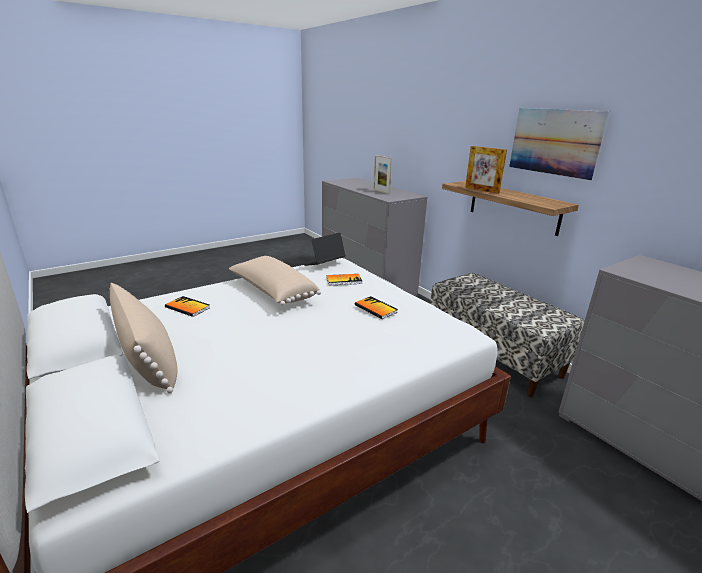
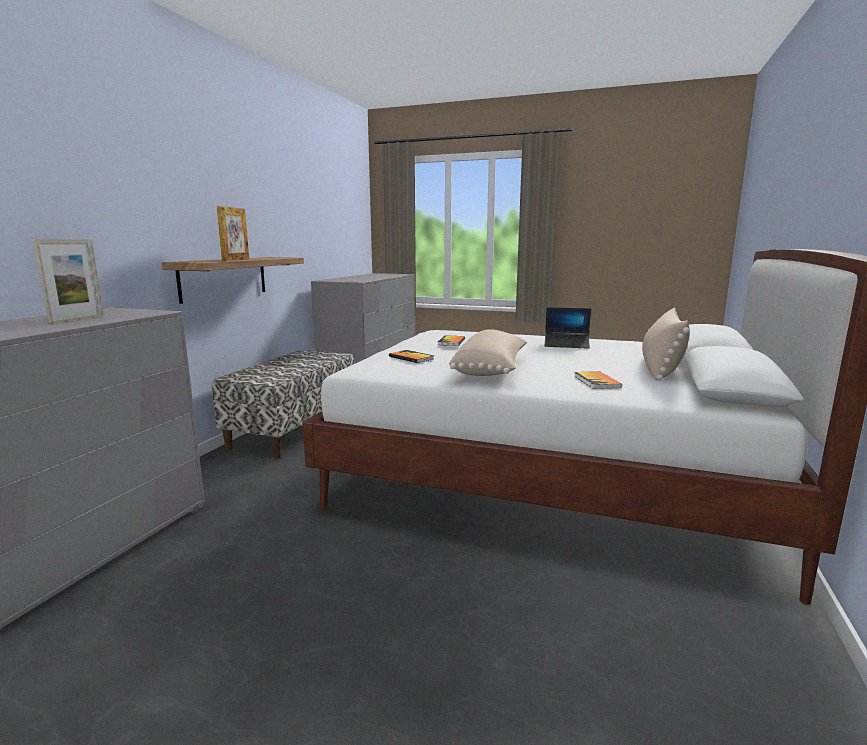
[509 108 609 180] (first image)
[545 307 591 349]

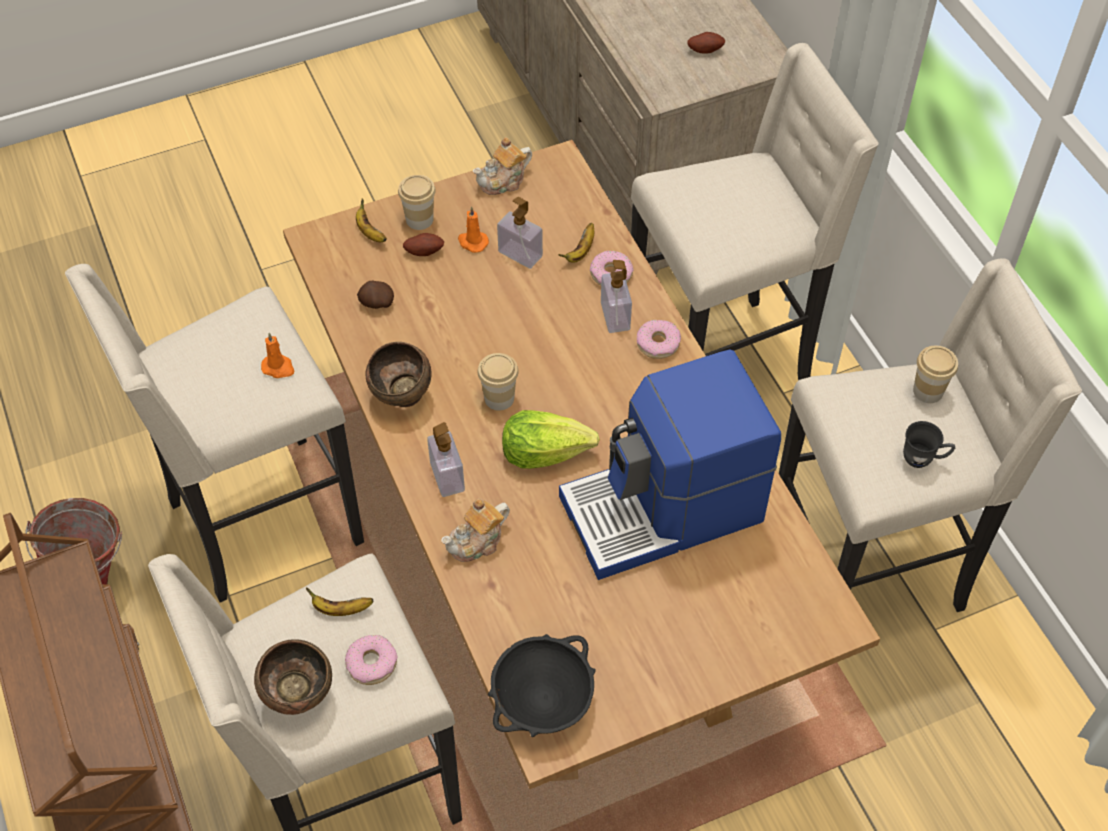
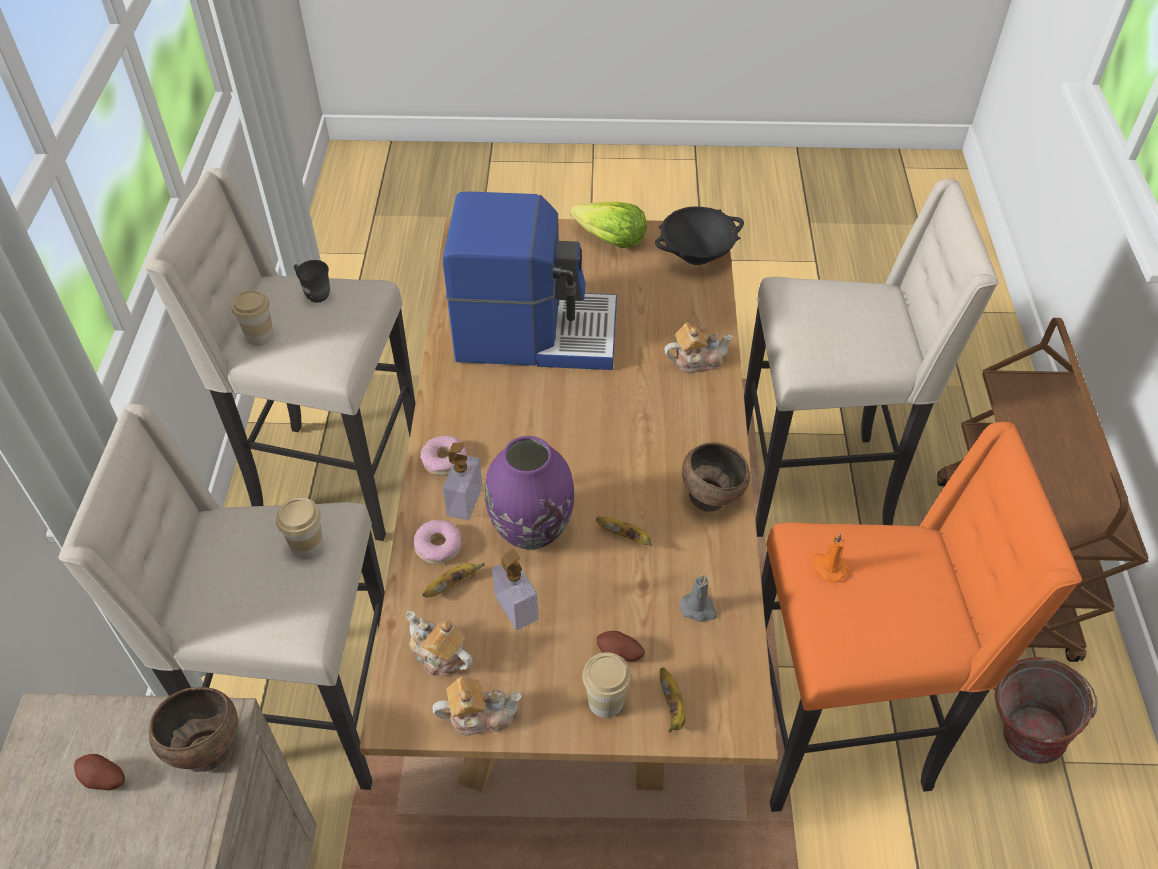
[345 635 397 685] (first image)
[427 422 465 497] (first image)
[458 206 489 253] (first image)
[406 611 473 676]
[485 436 574 550]
[149 687 238 772]
[596 516 652 546]
[276 498 324 559]
[570 202 647 248]
[679 574 717 622]
[761 422 1082 812]

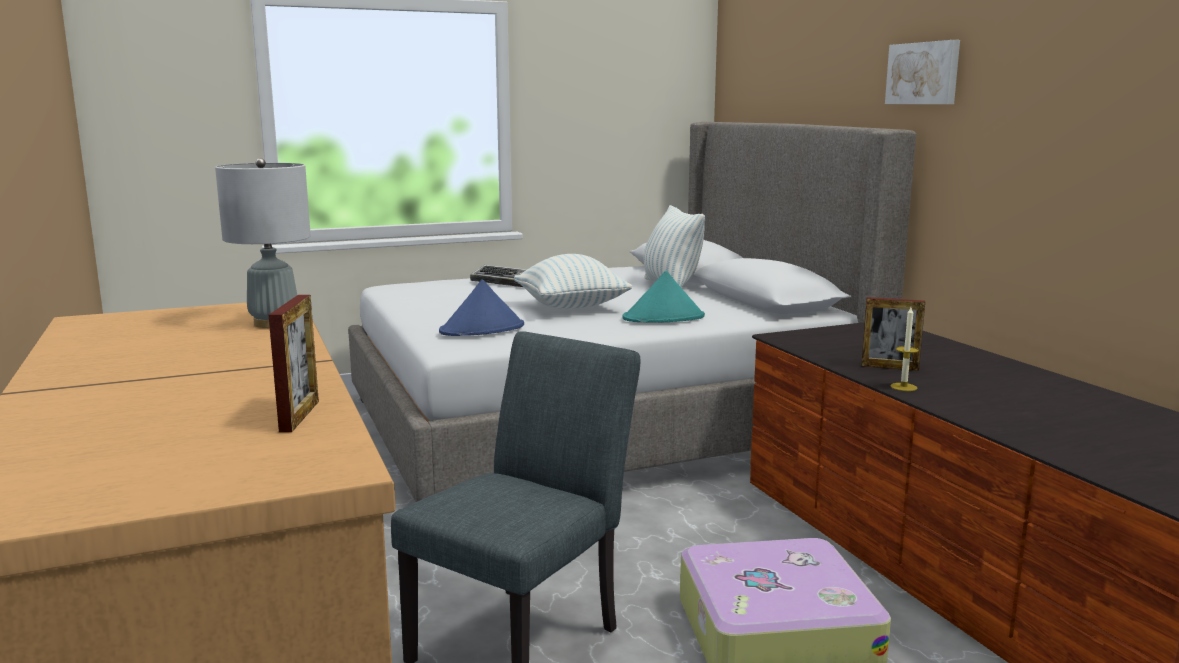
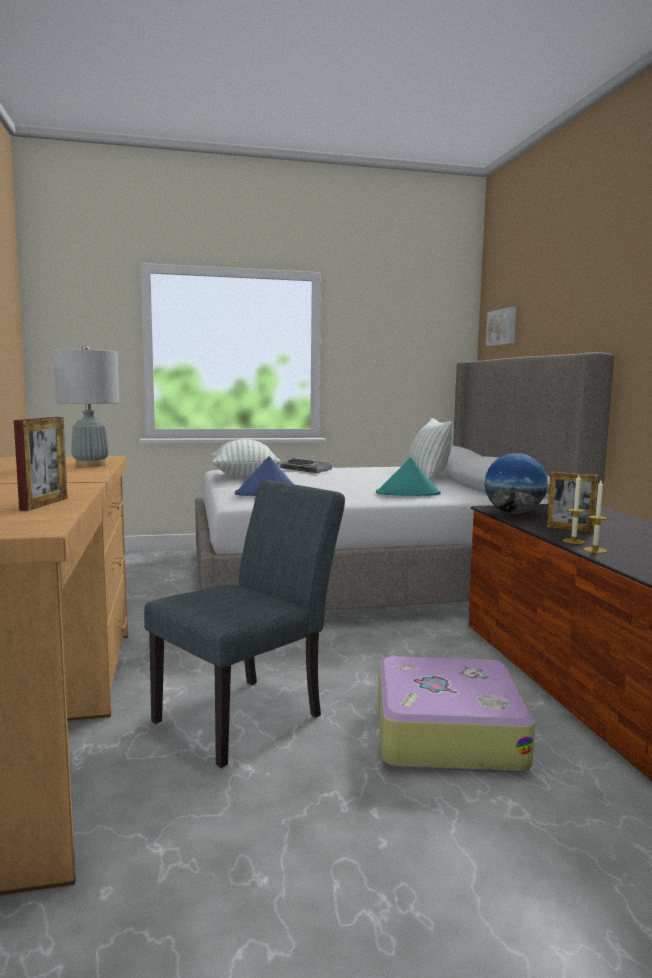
[484 453 548 514]
[583 480 608 553]
[210 439 281 477]
[486 307 516 346]

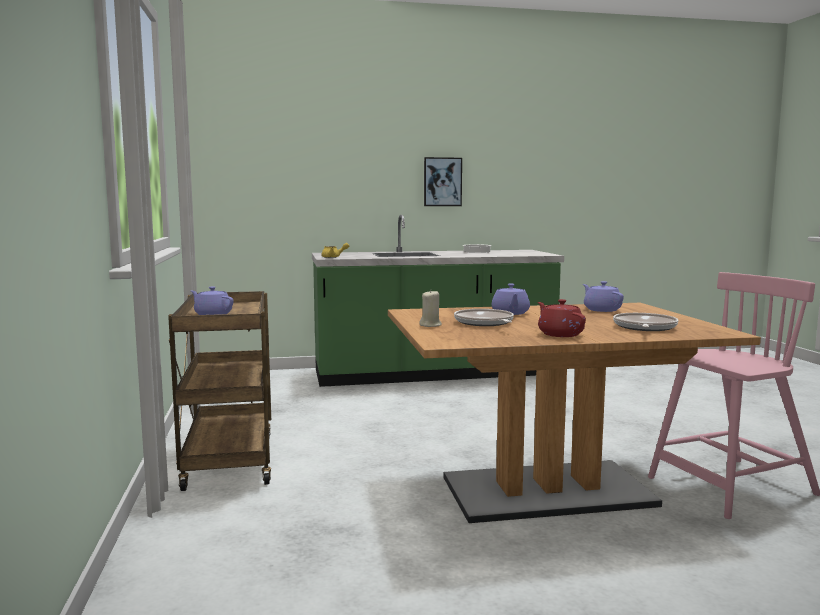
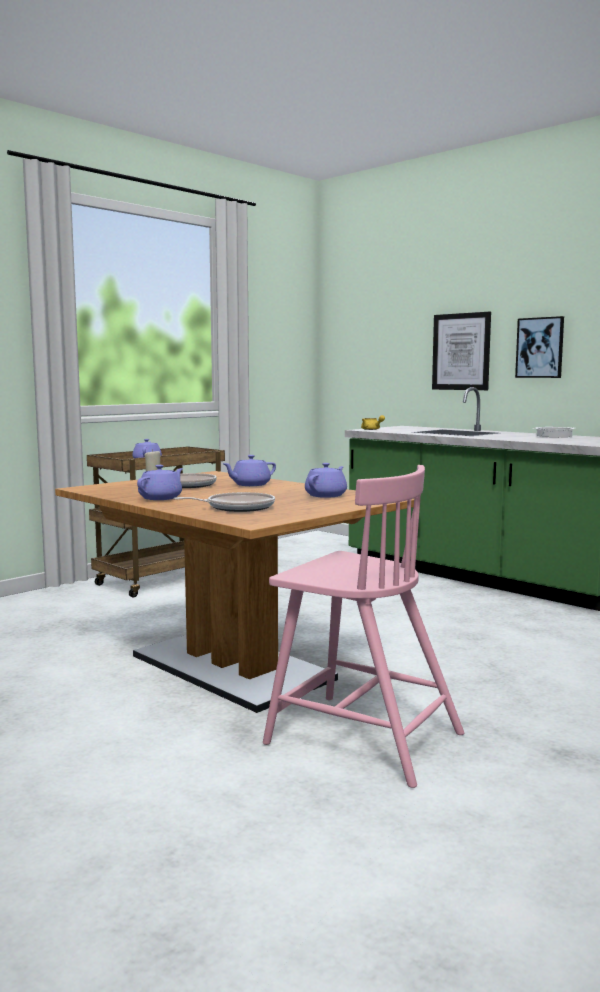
[432 312 491 390]
[137 465 183 500]

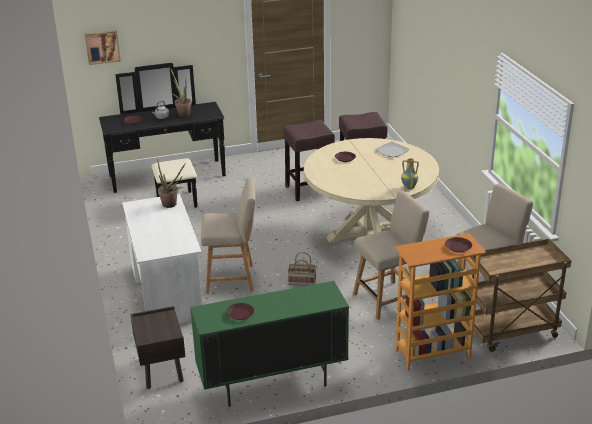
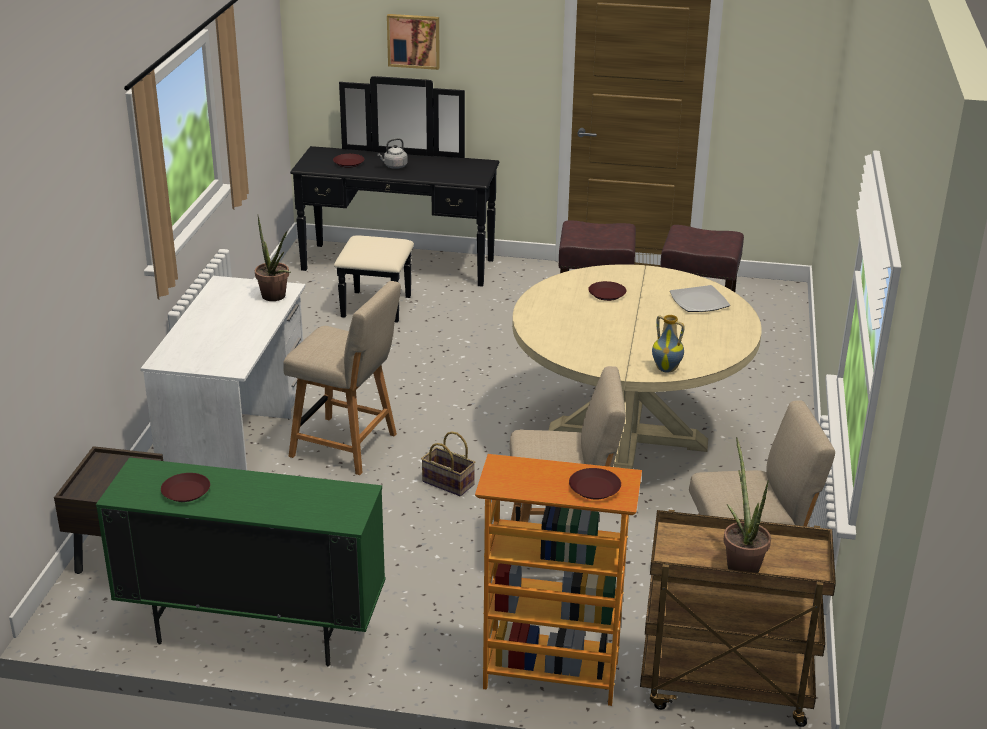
[387 14 440 70]
[723 437 771 573]

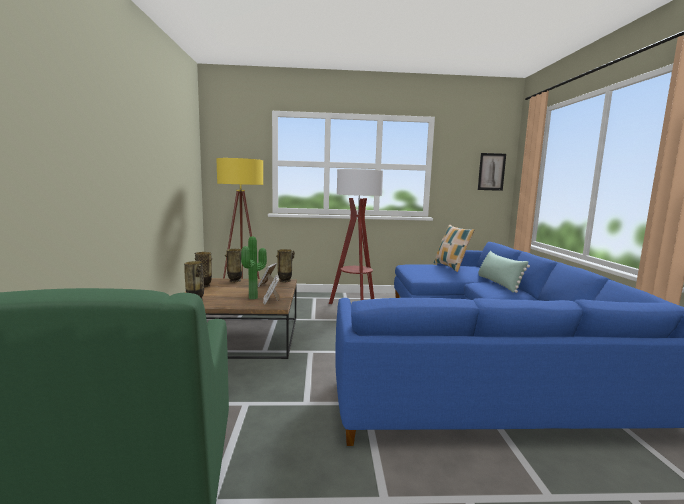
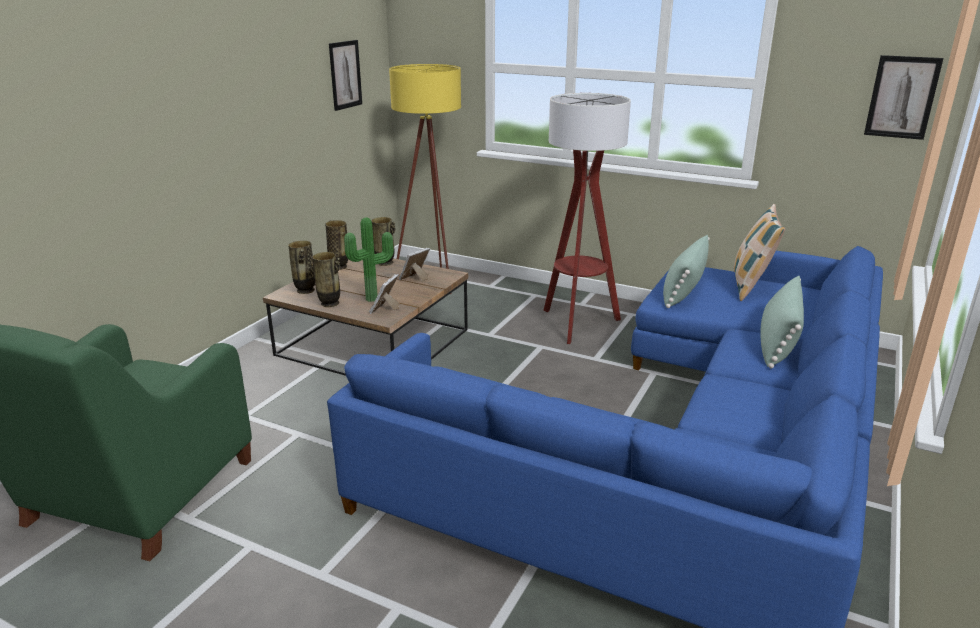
[329 40 362 111]
[663 235 710 308]
[311 252 340 307]

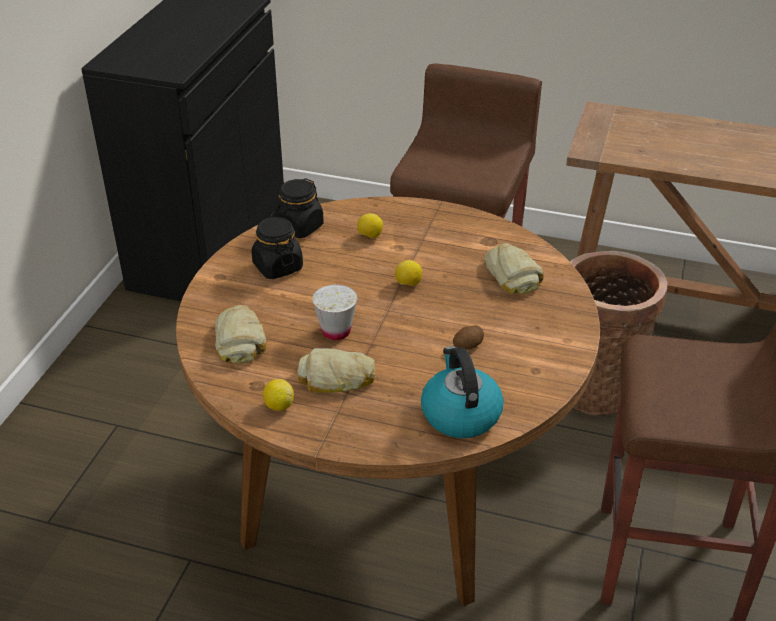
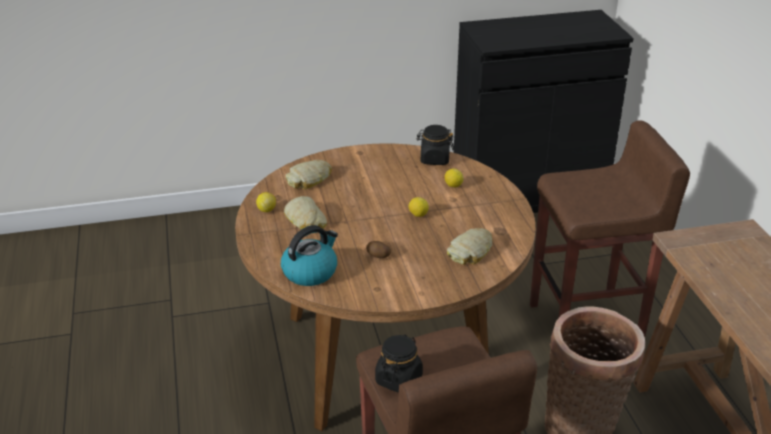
[312 285 358 340] (first image)
[375 334 423 393]

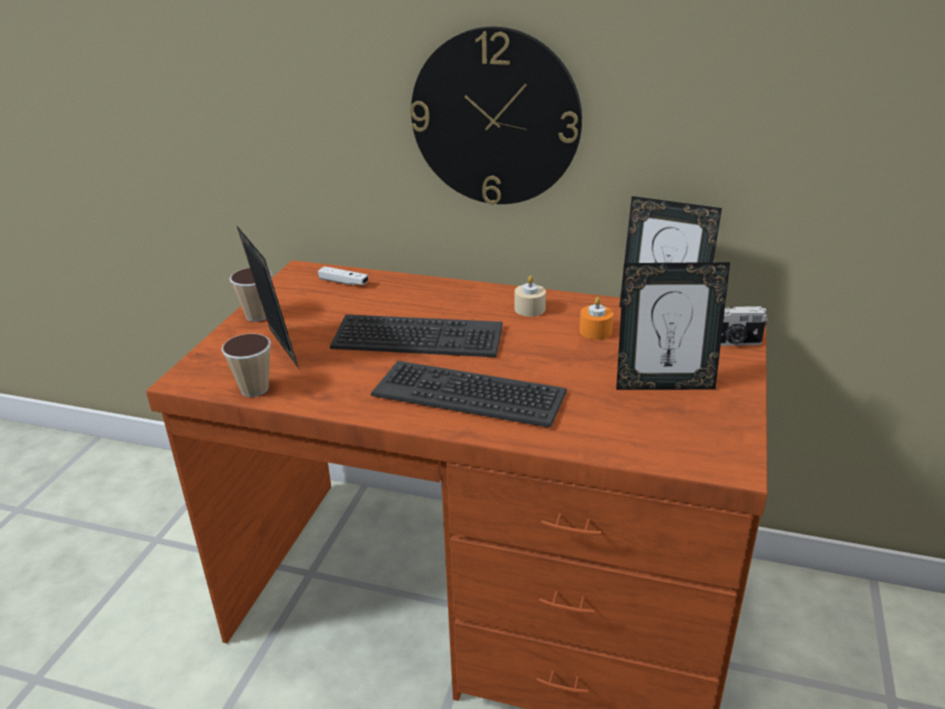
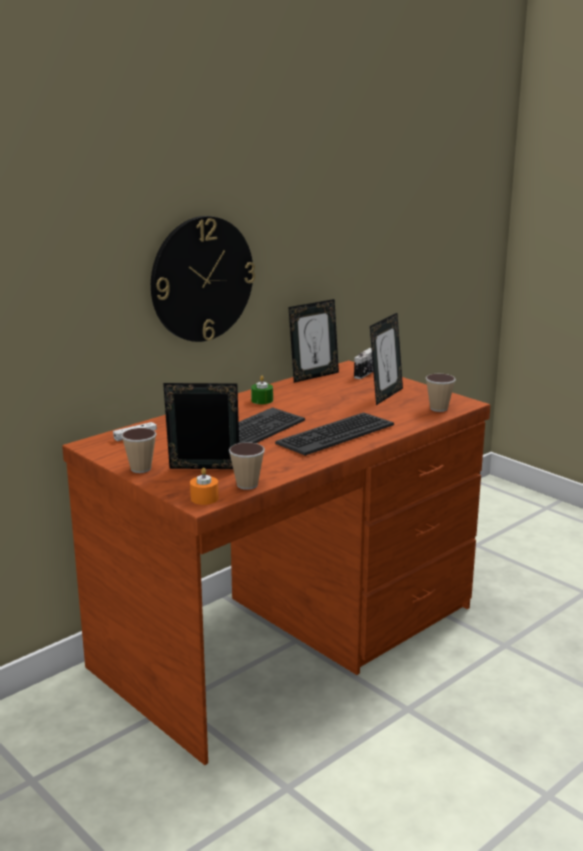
[426 374 456 412]
[190 468 219 505]
[251 376 273 404]

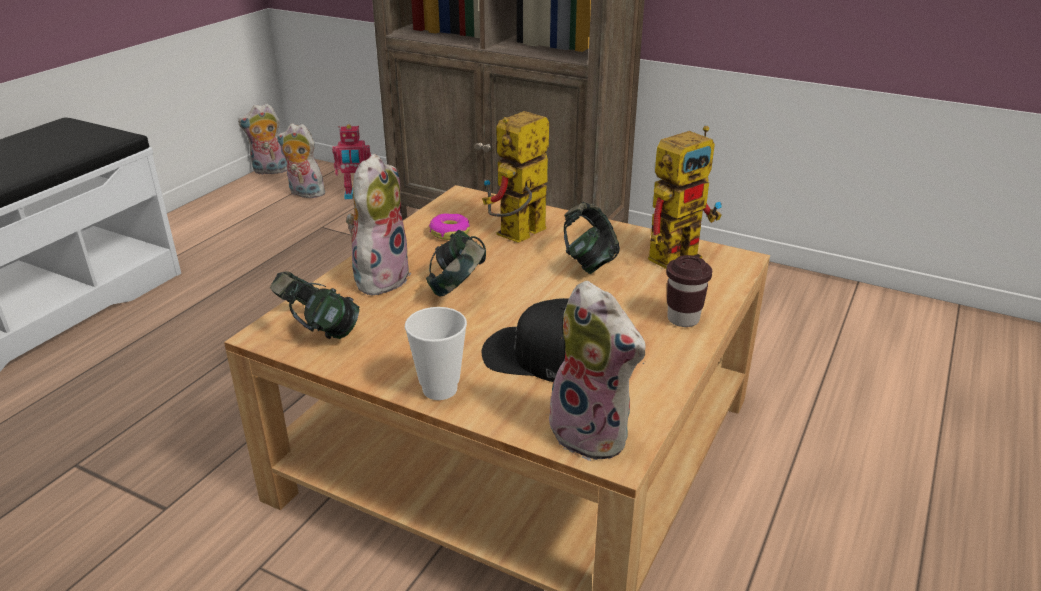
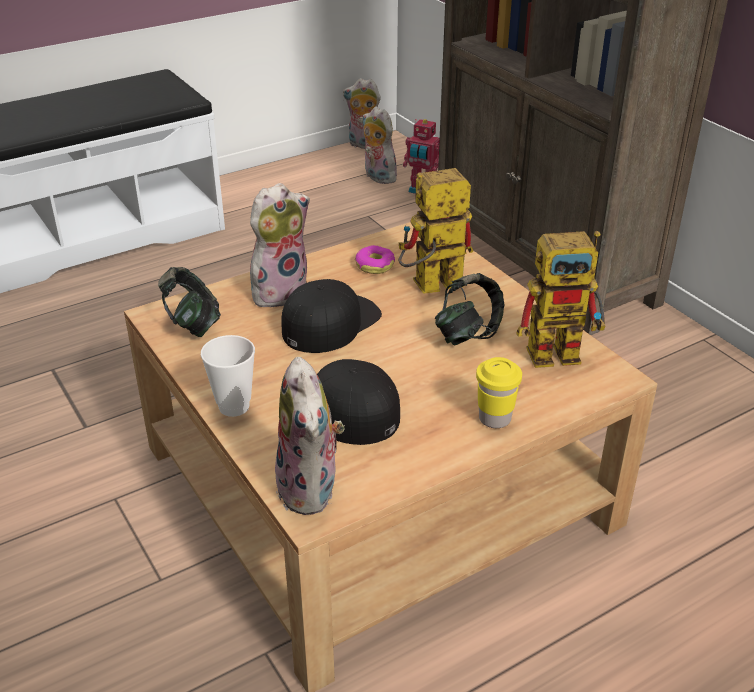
[281 279 382 353]
[476 357 522 428]

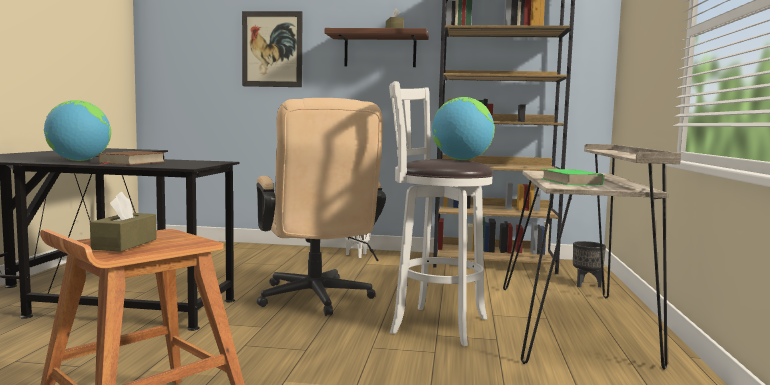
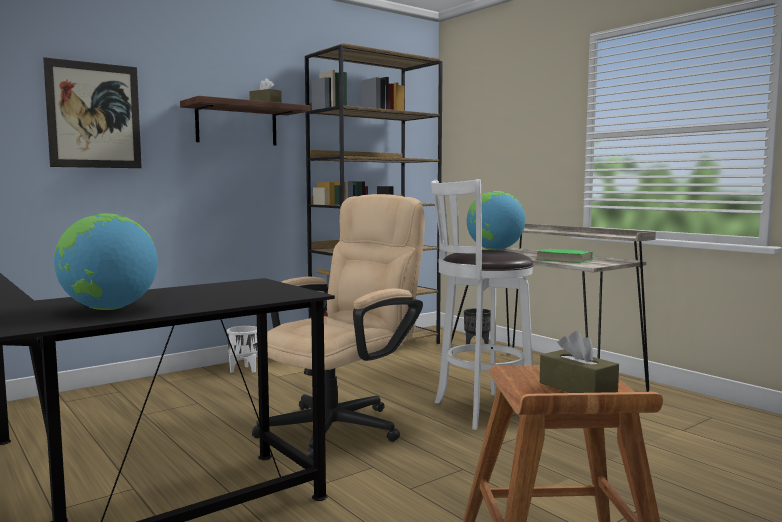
[98 151 165 165] (first image)
[252 194 425 459]

